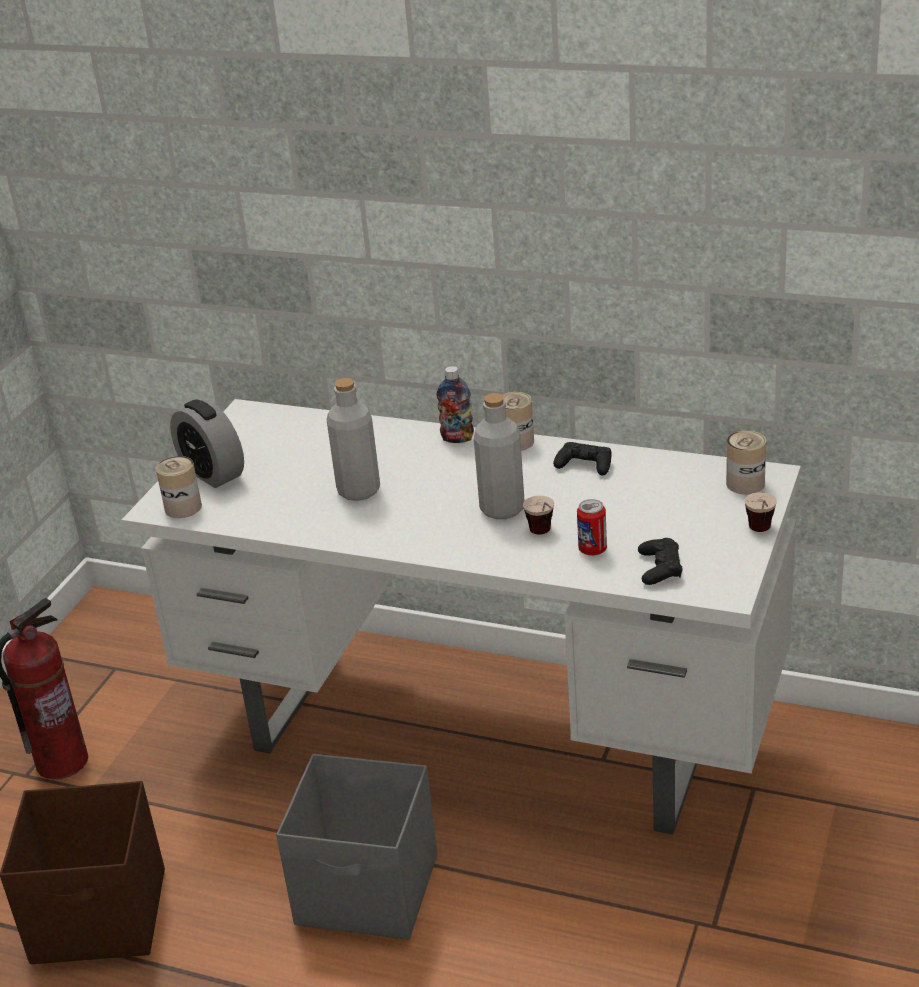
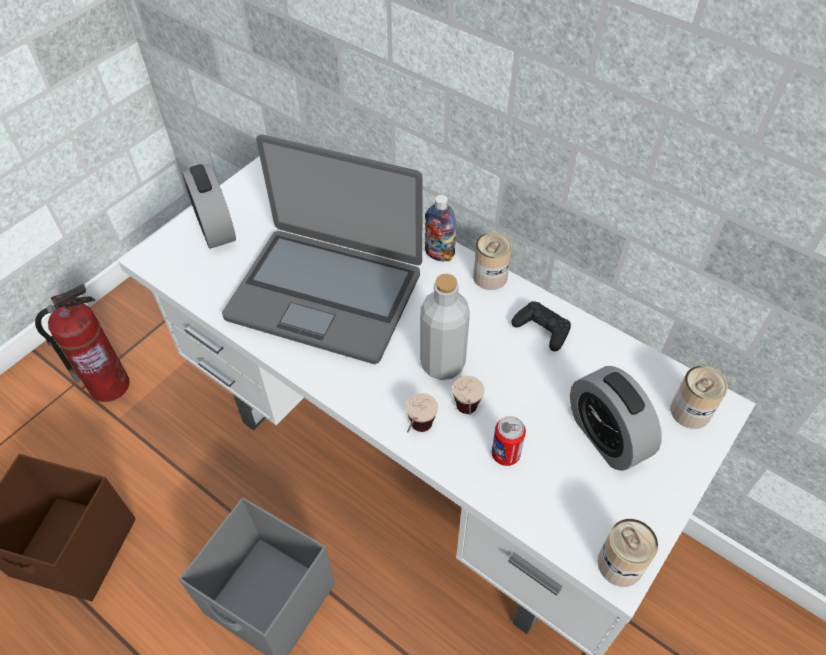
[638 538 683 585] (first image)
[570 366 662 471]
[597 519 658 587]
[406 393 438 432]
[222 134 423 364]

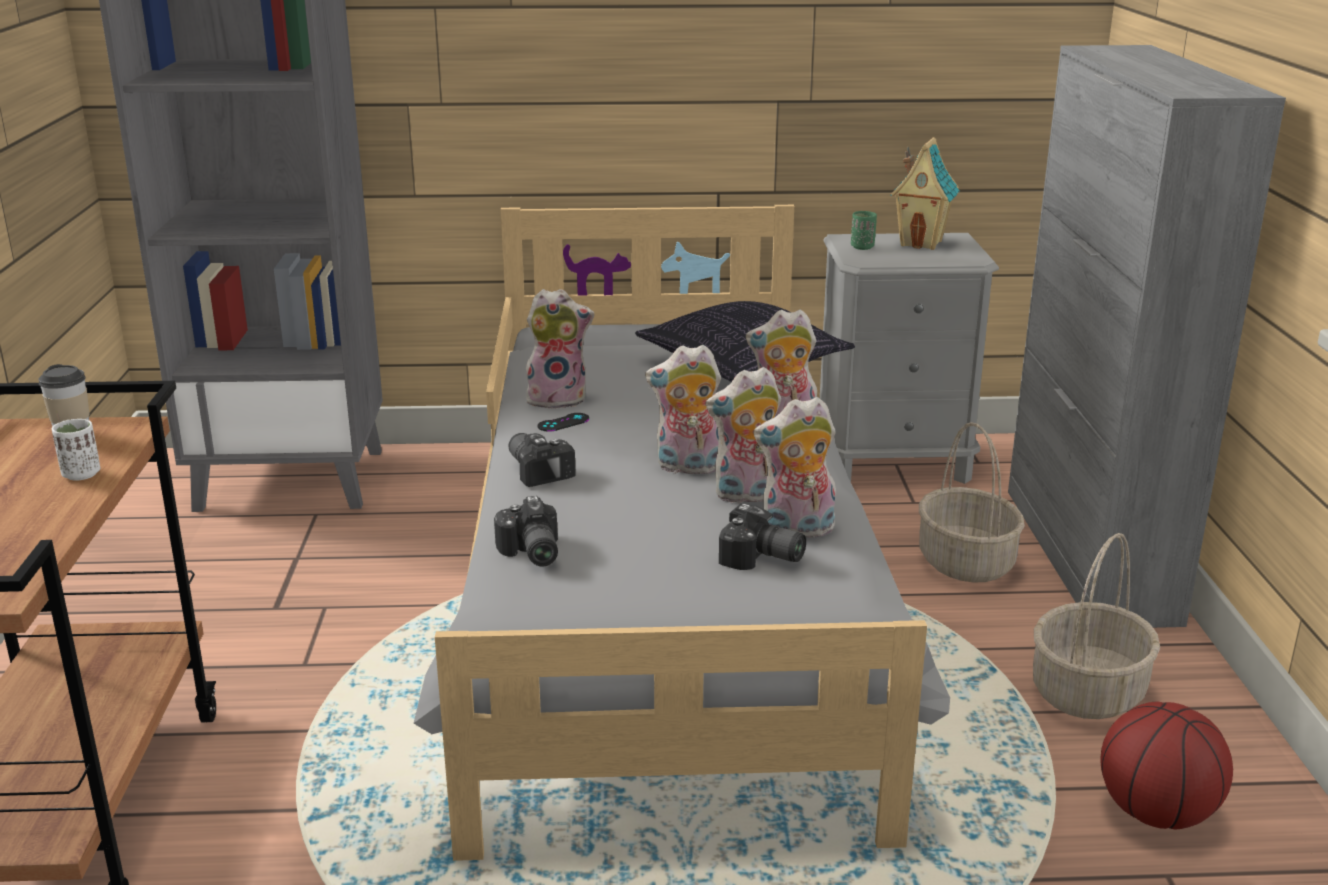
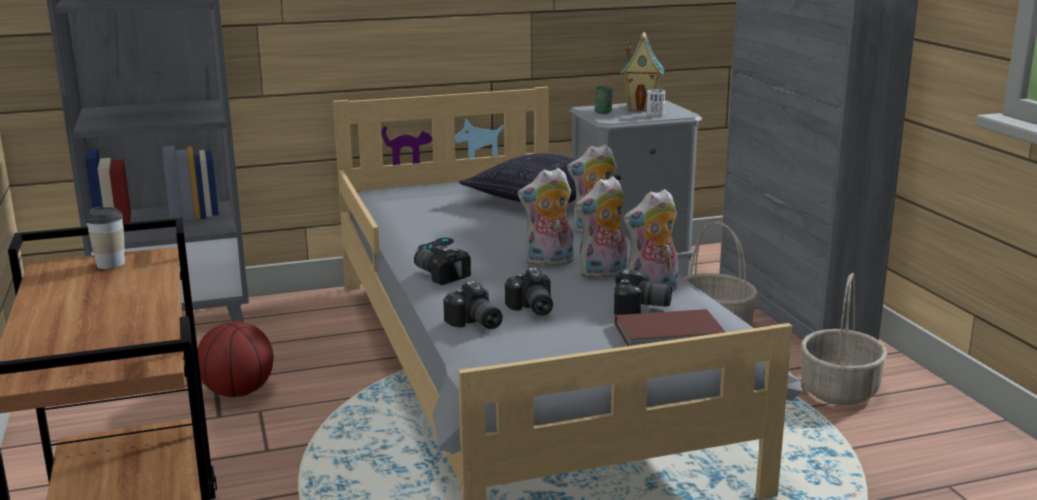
[525 289 595 409] (first image)
[505 268 553 316]
[615 309 725 346]
[647 89 665 117]
[198 321 273 397]

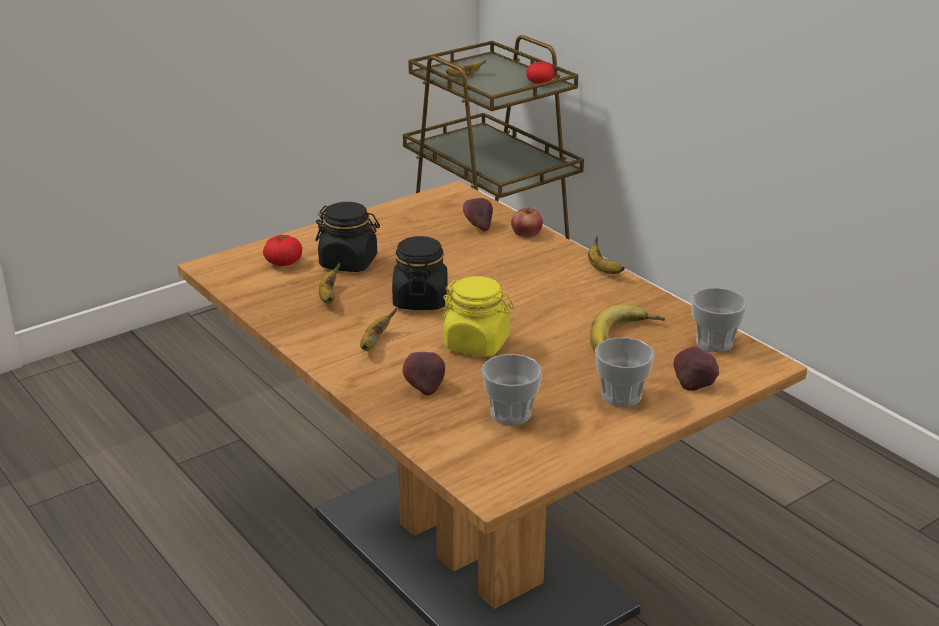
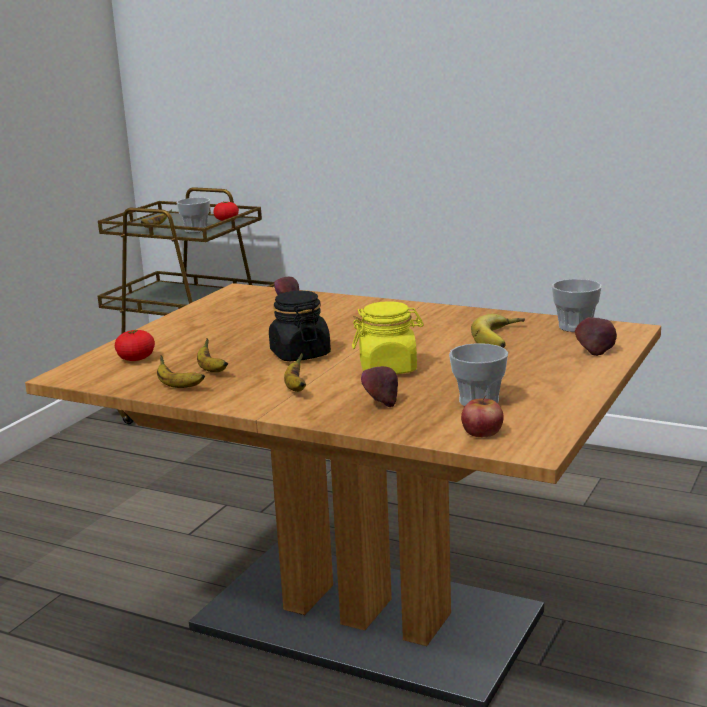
[315 202 380 272] (first image)
[461 396 504 437]
[157 355 205 388]
[177 198 210 233]

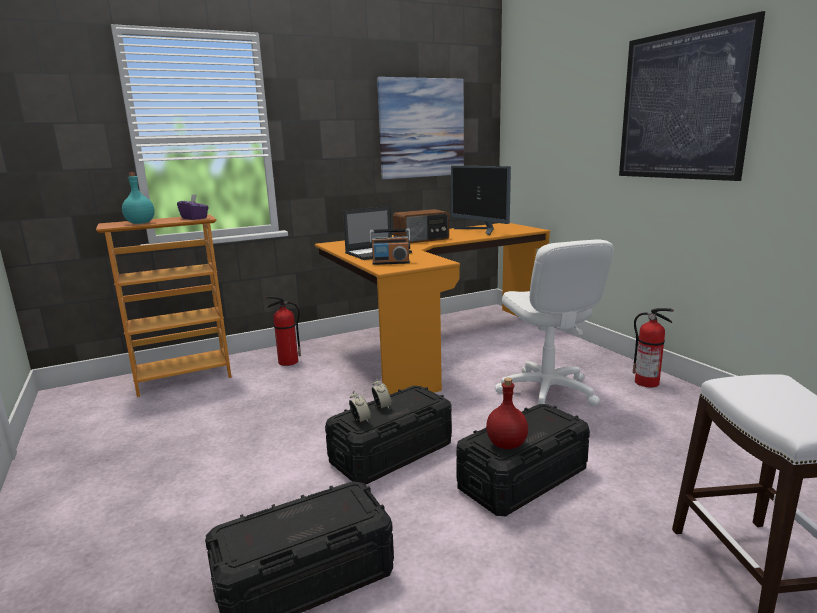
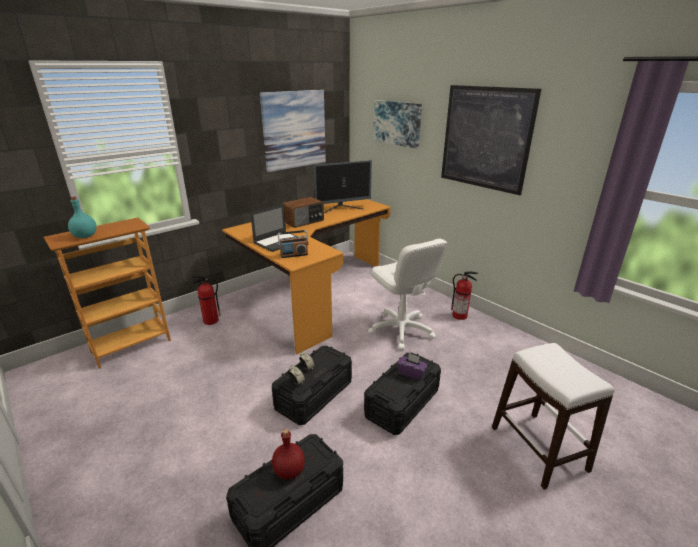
[373 100 422 148]
[397 353 428 380]
[272 429 305 479]
[314 160 372 213]

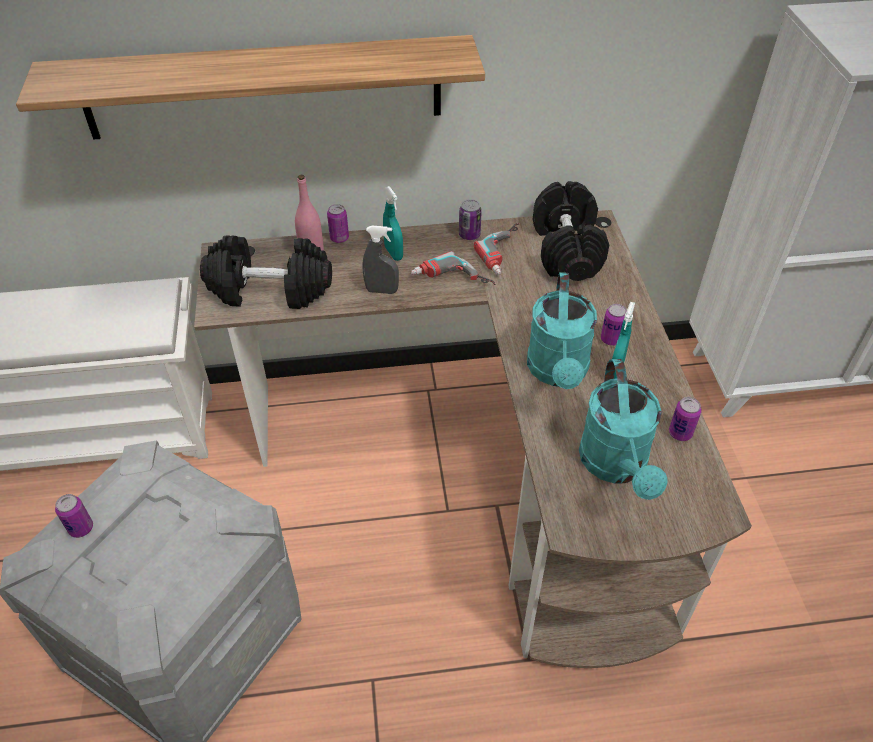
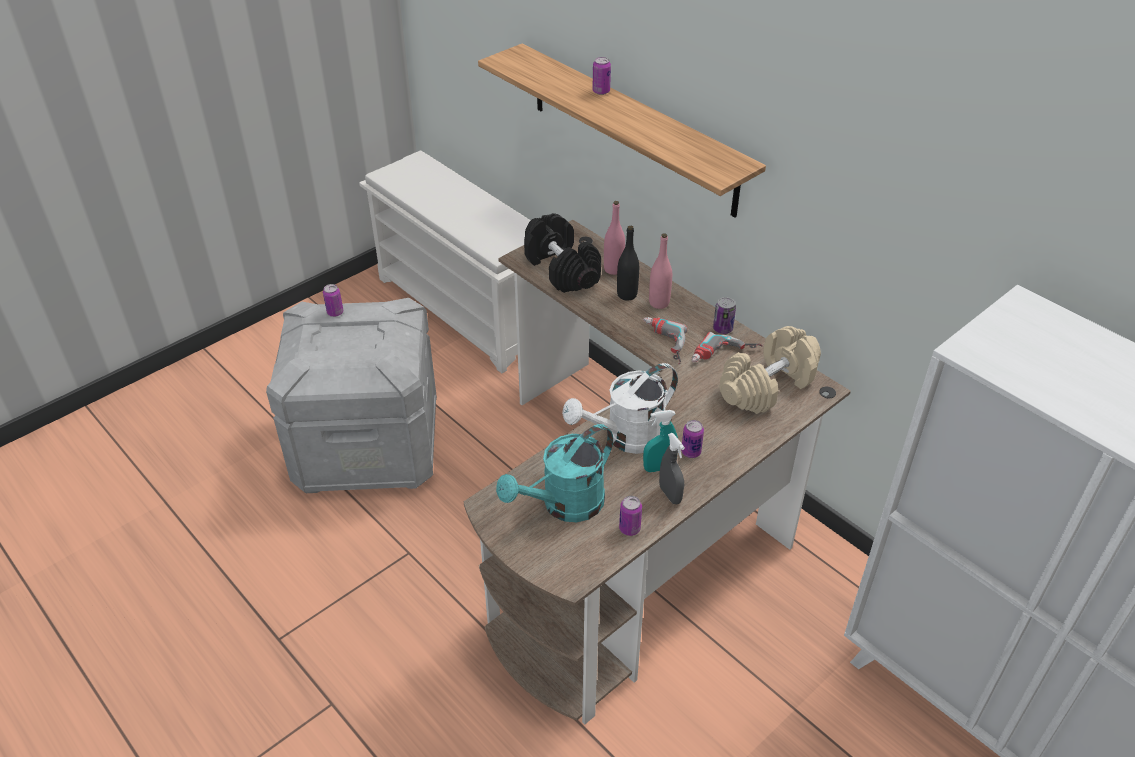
[617 226 639 300]
[592 57 611 95]
[659 433 685 505]
[649 233 672 309]
[562 363 678 454]
[720 326 821 414]

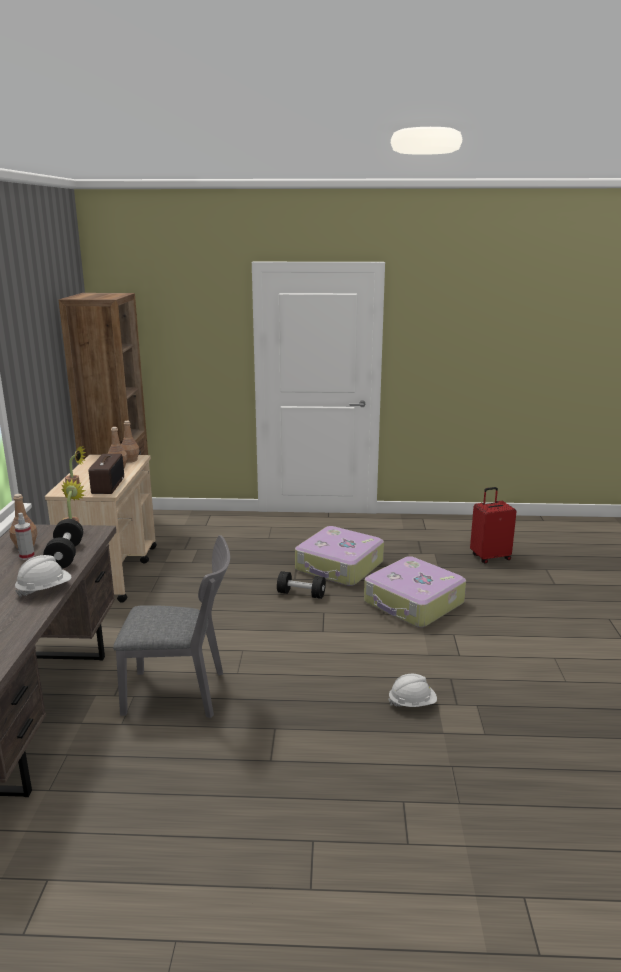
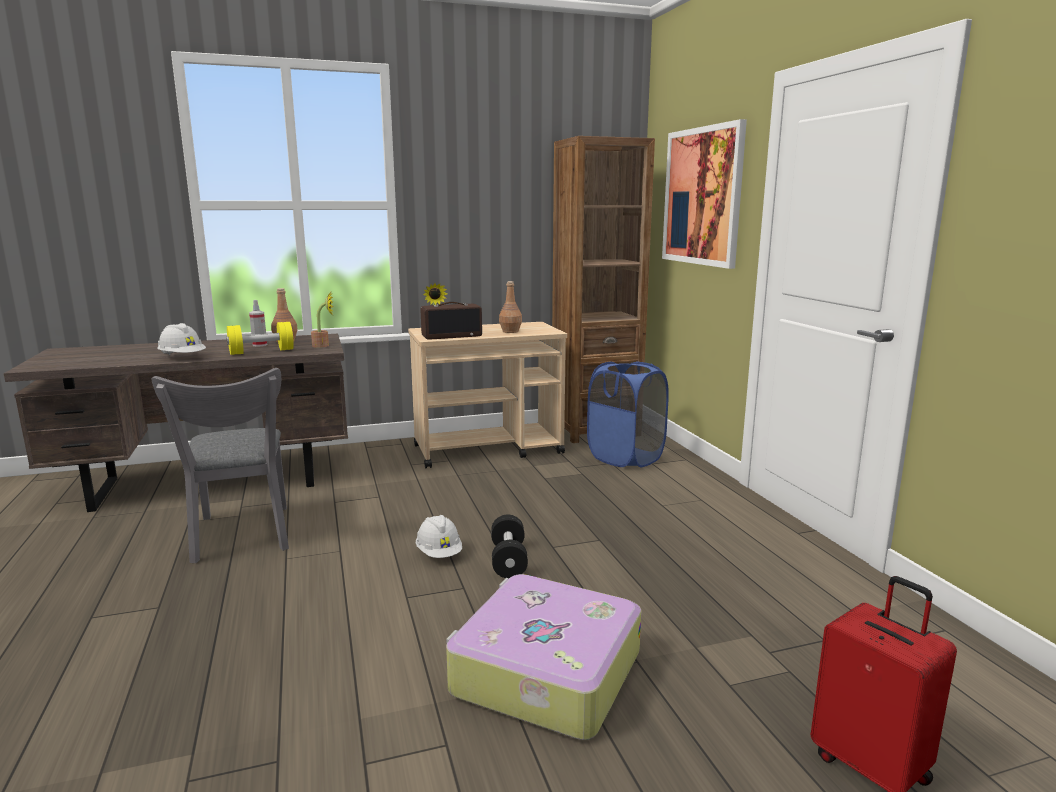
[121 421 139 463] (first image)
[295 526 384 586] (first image)
[587 362 669 467]
[662 119 747 269]
[416 515 462 558]
[226 322 294 355]

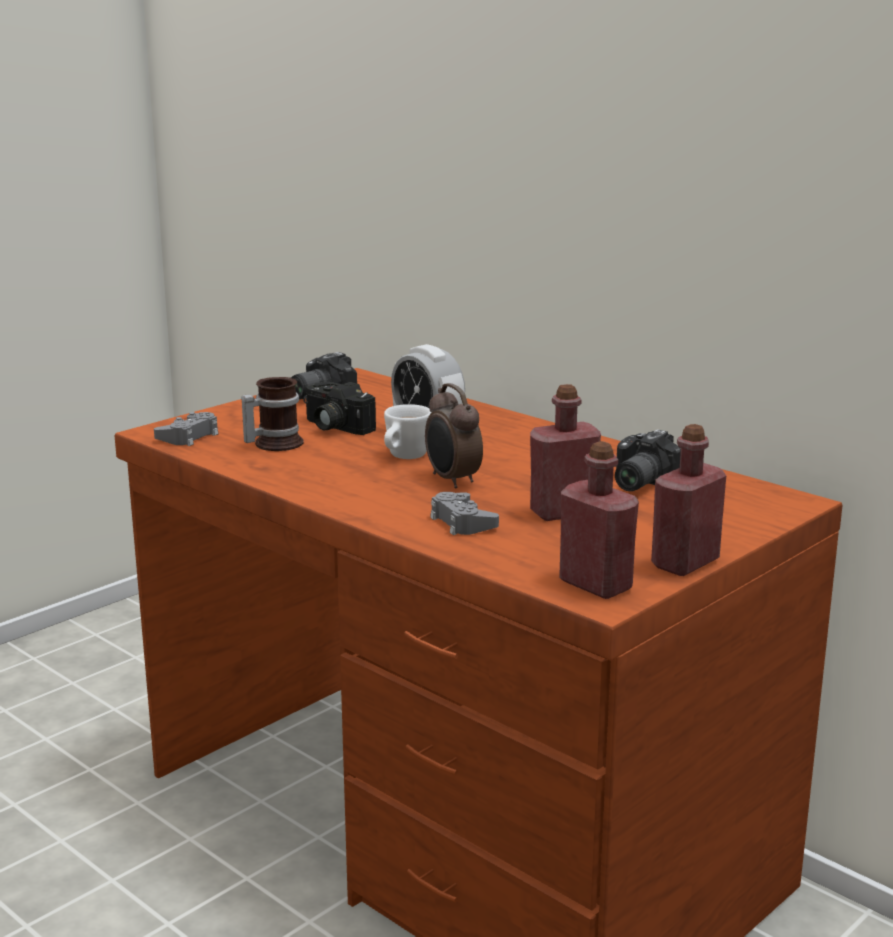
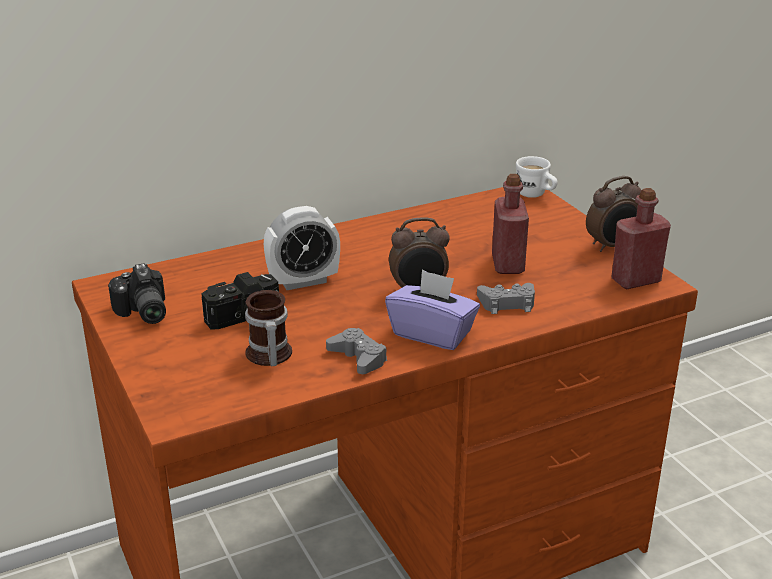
[615 429 681 491] (first image)
[385 270 480 350]
[326 328 387 374]
[516 156 558 198]
[586 176 642 252]

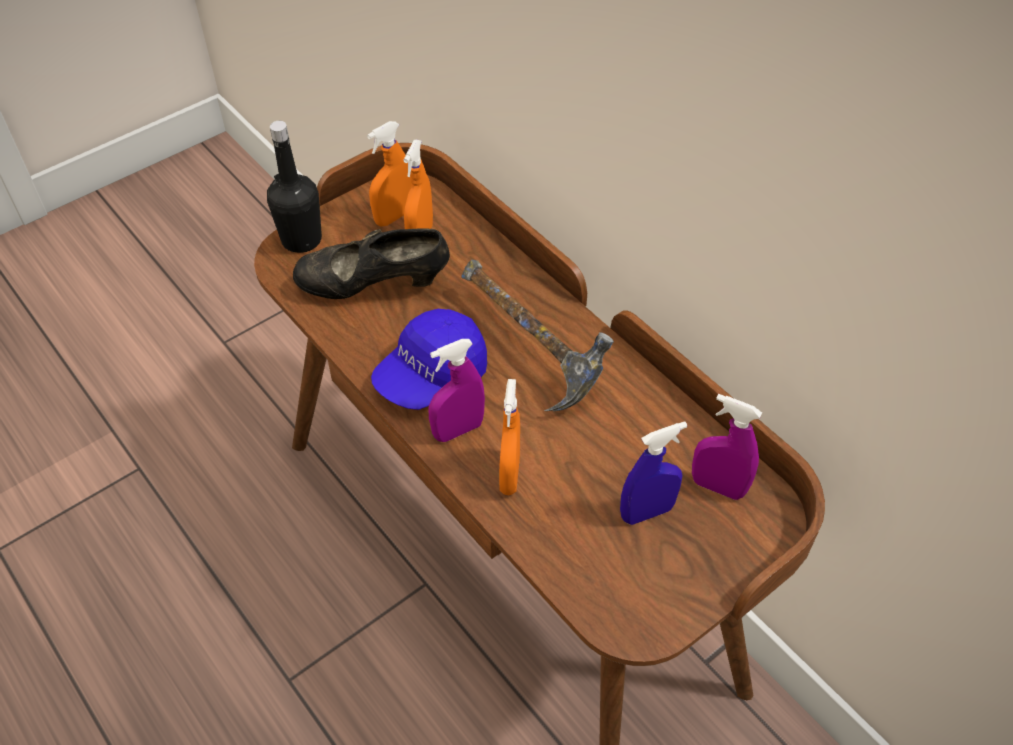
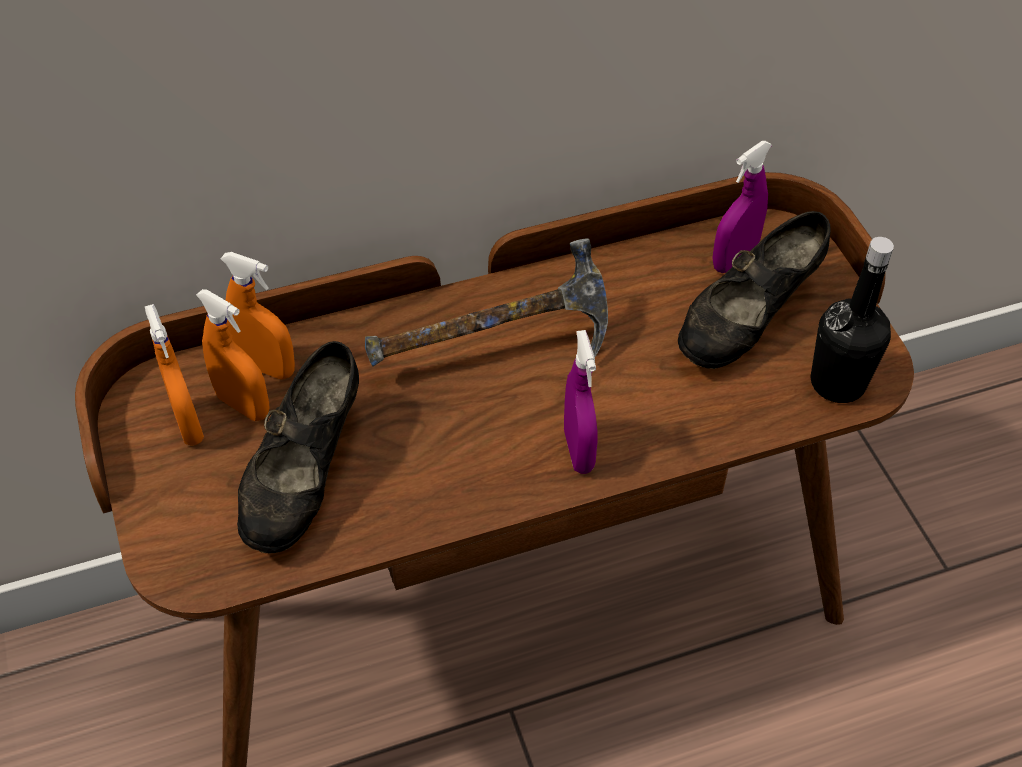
[371 309 487 410] (first image)
[811 237 894 403]
[220 252 295 379]
[678 211 831 369]

